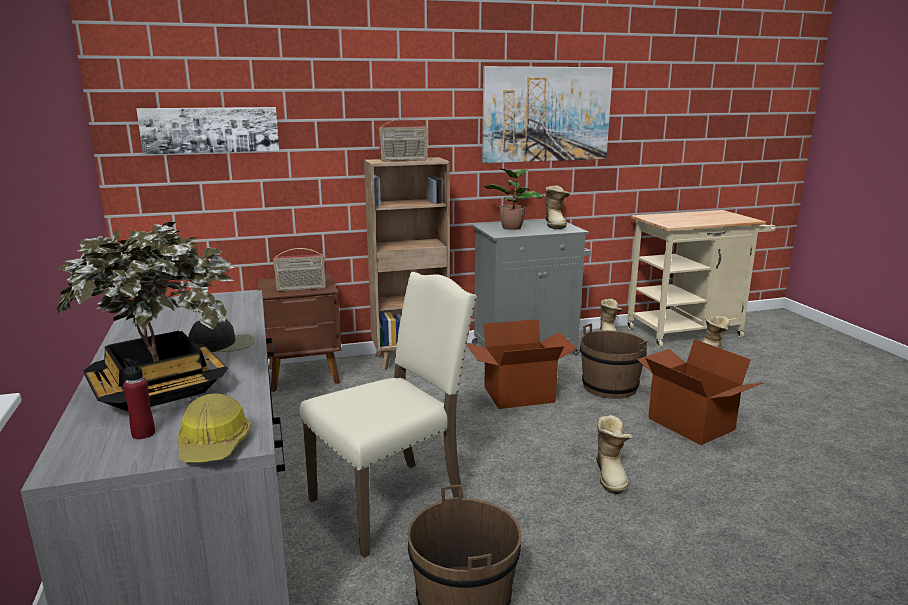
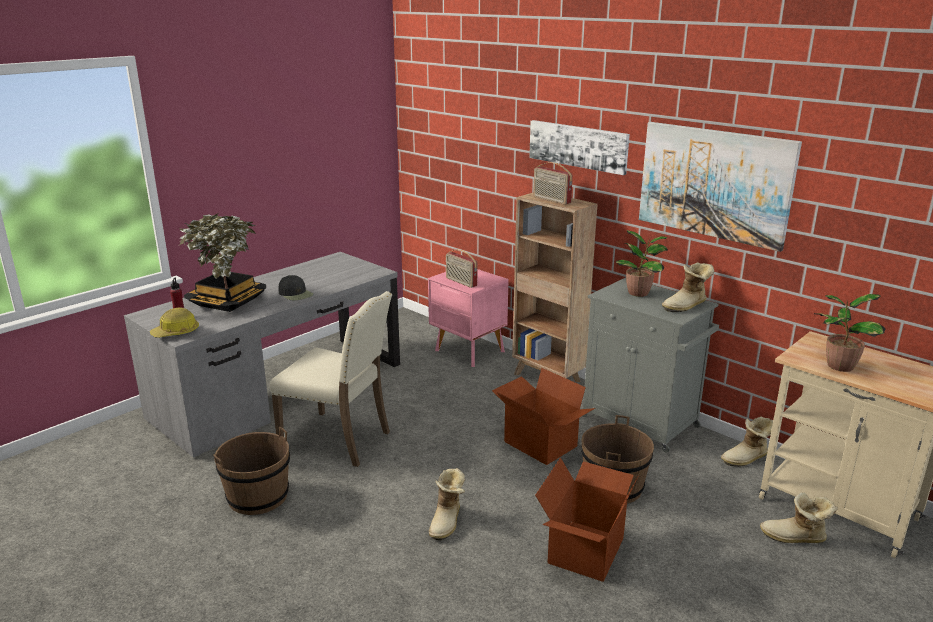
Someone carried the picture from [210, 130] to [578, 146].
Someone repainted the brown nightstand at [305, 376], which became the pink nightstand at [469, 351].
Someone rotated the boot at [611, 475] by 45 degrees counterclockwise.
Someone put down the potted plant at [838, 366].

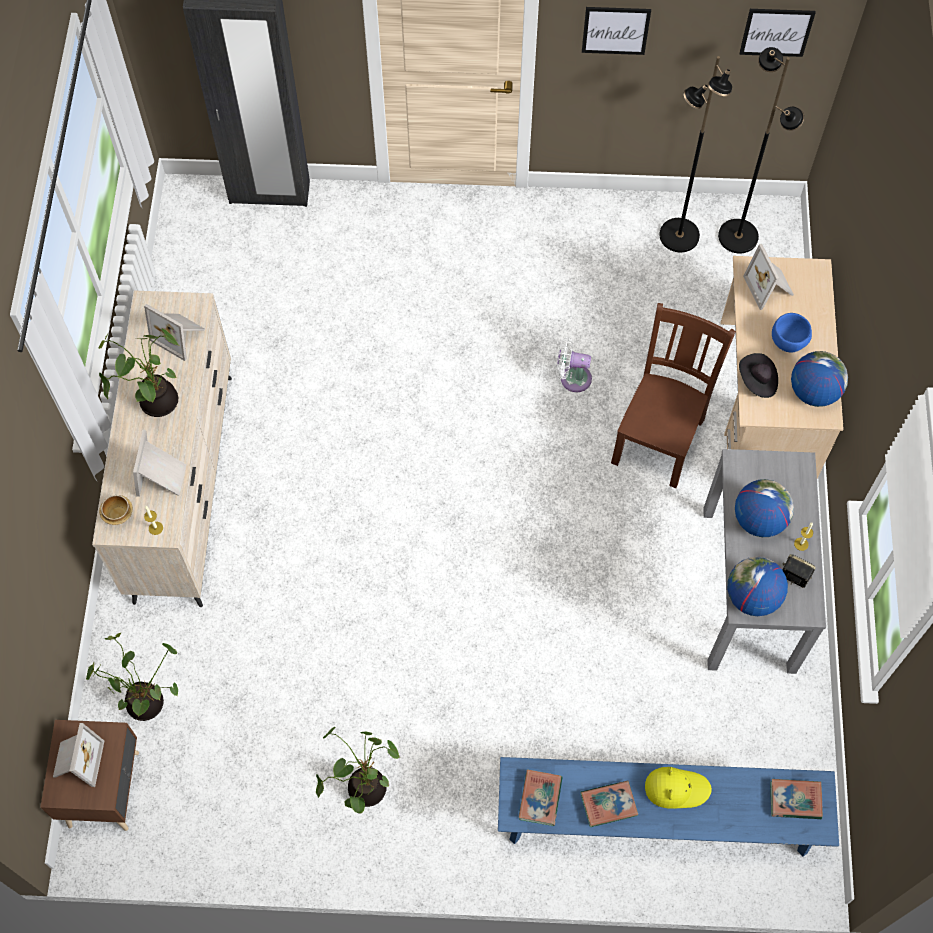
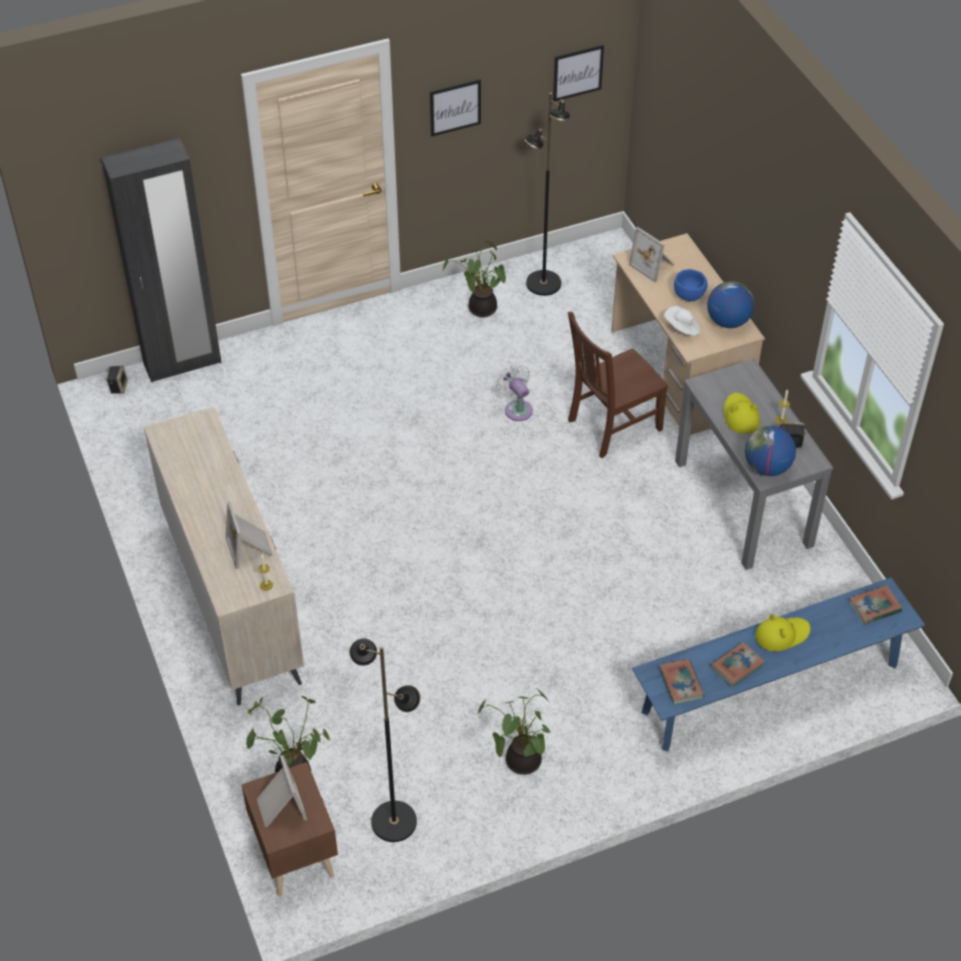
Someone carried the potted plant from [156, 401] to [480, 309].
Someone took away the bowl at [117, 514].
Someone took away the picture frame at [180, 335].
Someone rotated the white fan at [572, 378] by 75 degrees clockwise.
Someone rotated the brown chair at [659, 438] by 120 degrees counterclockwise.
Someone carried the black floor lamp from [738, 236] to [394, 821].
Someone swapped the globe at [758, 519] for the yellow hat at [740, 416].
Someone repainted the black hat at [757, 381], which became the white hat at [682, 329].
Someone put down the speaker at [118, 386].

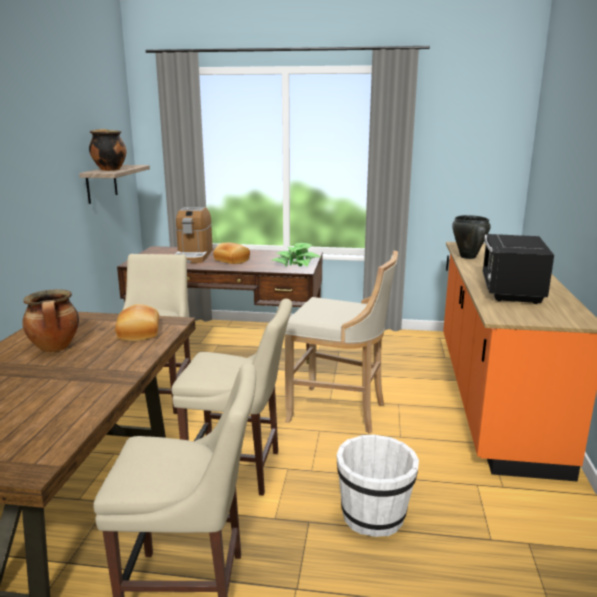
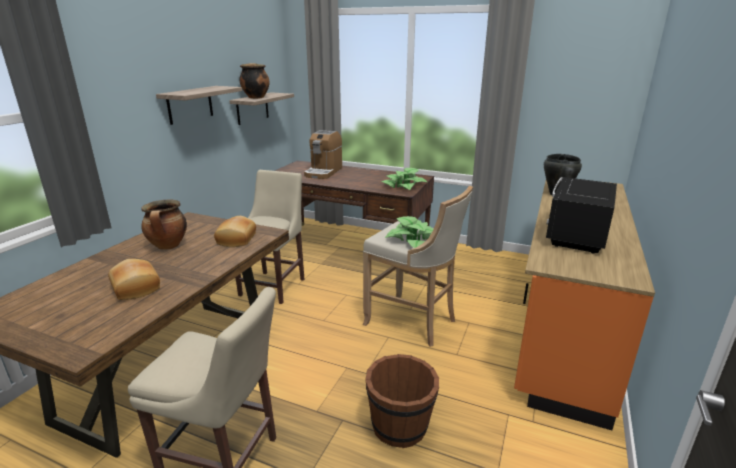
Someone took away the beige chair at [239, 469].
Someone carried the bread from [231, 260] to [134, 288].
Someone repainted the white bucket at [374, 516], which became the brown bucket at [400, 426].
Someone put up the shelf at [190, 104].
Someone put down the potted plant at [413, 239].

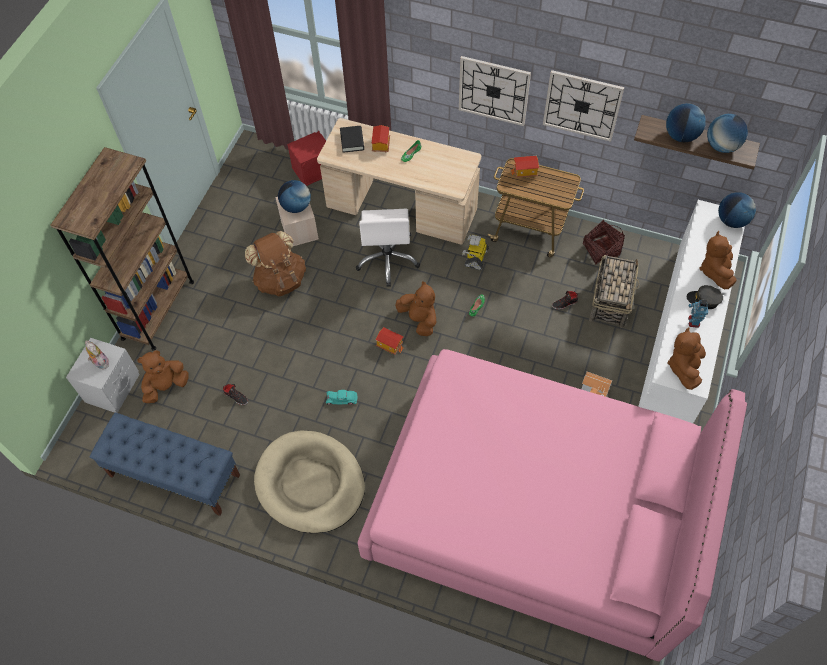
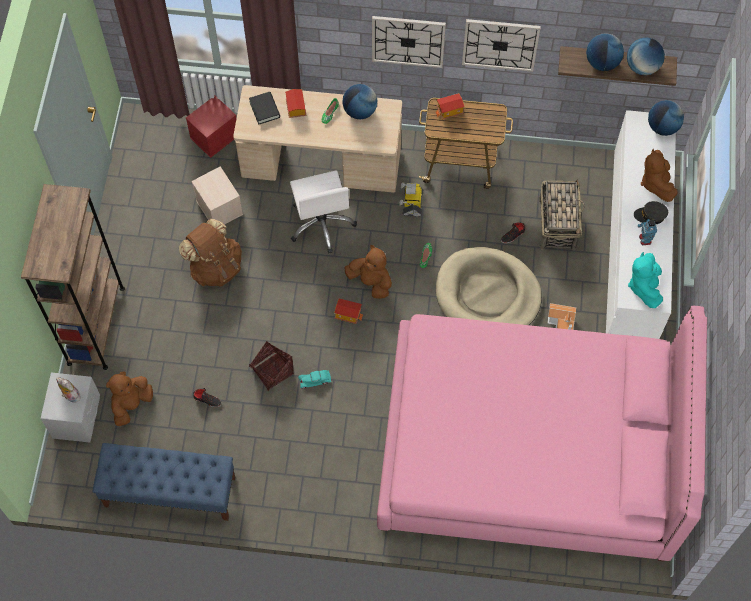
Someone carried the beige dog bed from [310, 483] to [487, 294].
Someone carried the globe from [296, 206] to [360, 111].
Someone carried the basket from [600, 250] to [272, 371].
Someone repainted the brown plush toy at [684, 367], which became the turquoise plush toy at [644, 286].

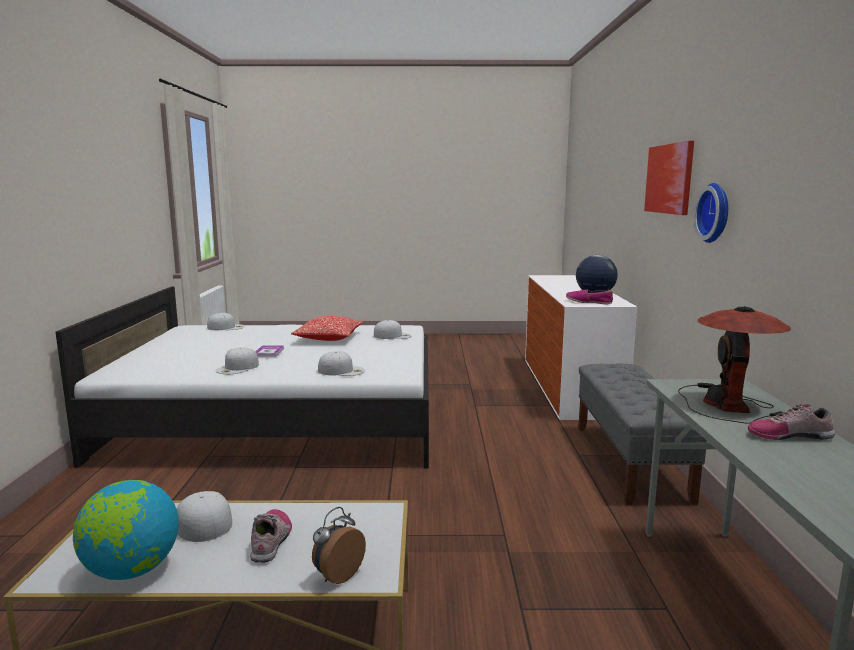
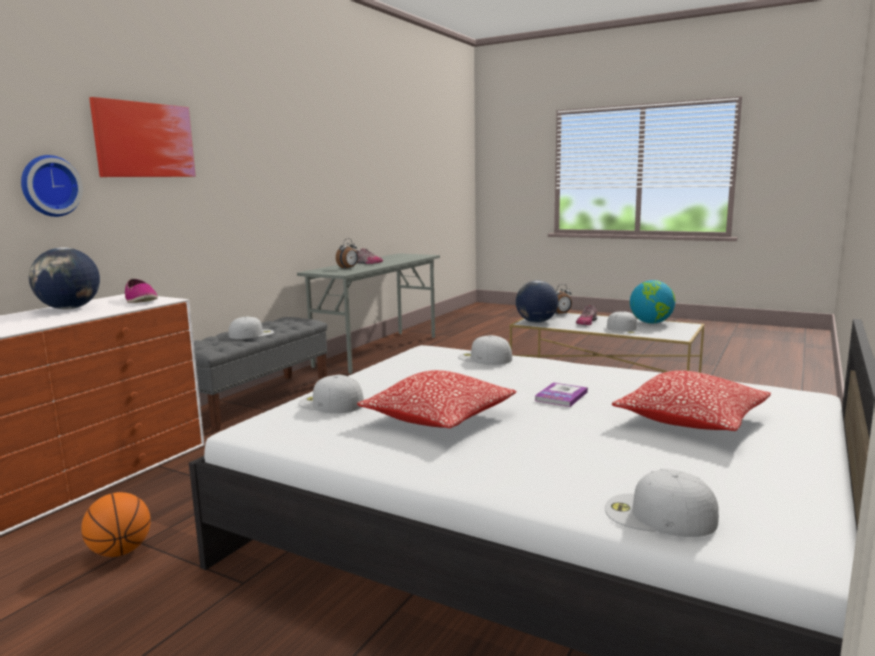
Someone carried the white cap from [238, 367] to [251, 334].
Someone swapped the table lamp at [727, 403] for the alarm clock at [348, 268].
Someone carried the wall clock from [716, 213] to [49, 186].
Someone put down the basketball at [120, 552].
Someone put down the globe at [536, 322].
Someone put down the pillow at [691, 420].

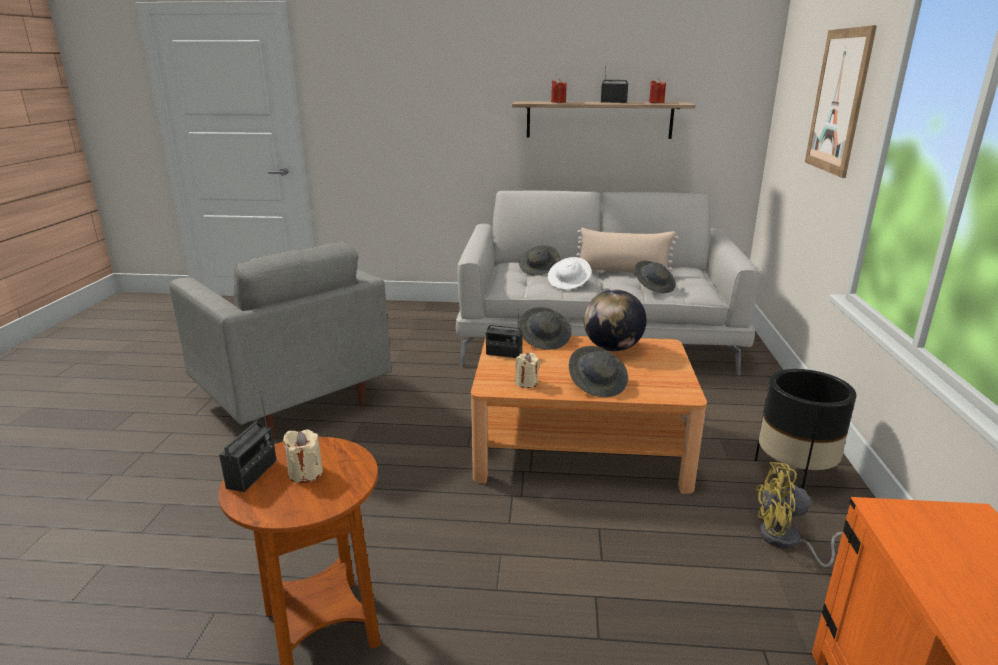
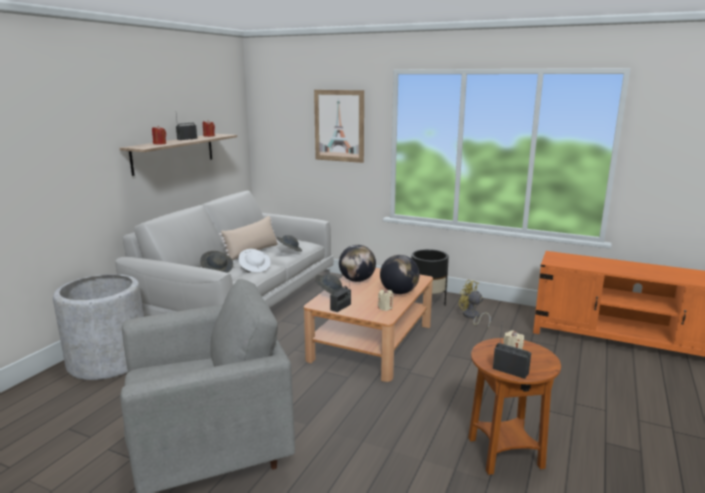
Someone swapped the grey hat at [597, 384] for the globe at [399, 292].
Someone rotated the yellow fan at [787, 542] by 105 degrees clockwise.
Someone put down the grey planter at [108, 360].

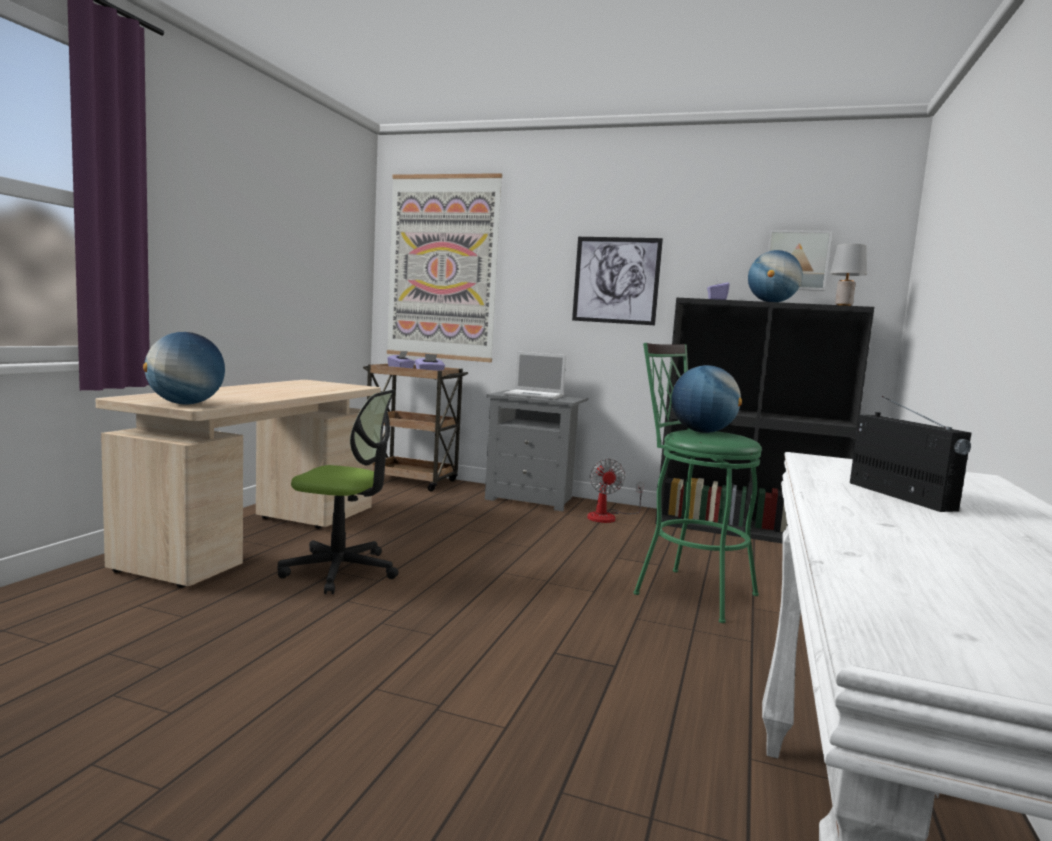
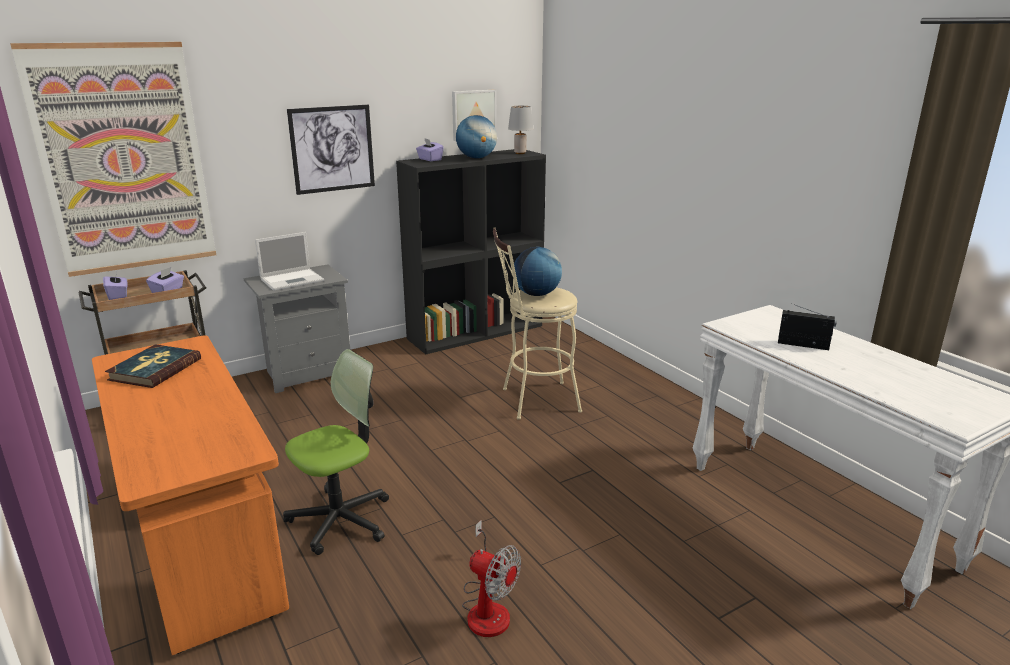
Someone repainted the beige desk at [260, 537], which became the orange desk at [200, 540].
Someone took away the globe at [186, 404].
Someone carried the fan from [608, 516] to [487, 608].
Someone repainted the green stool at [686, 591], which became the beige stool at [533, 400].
Someone put down the book at [155, 369].

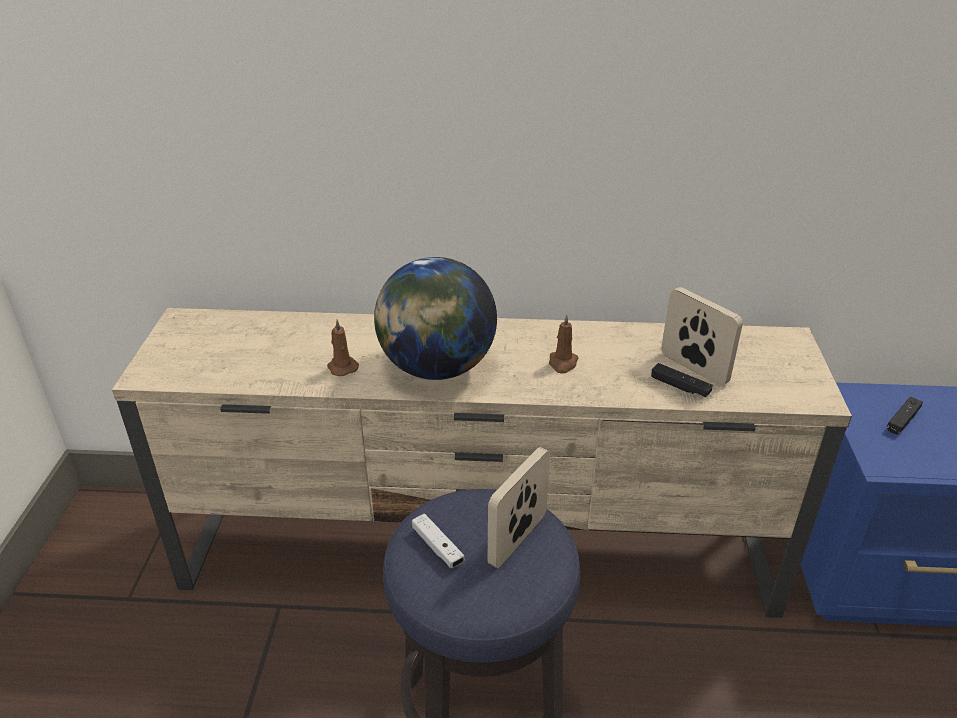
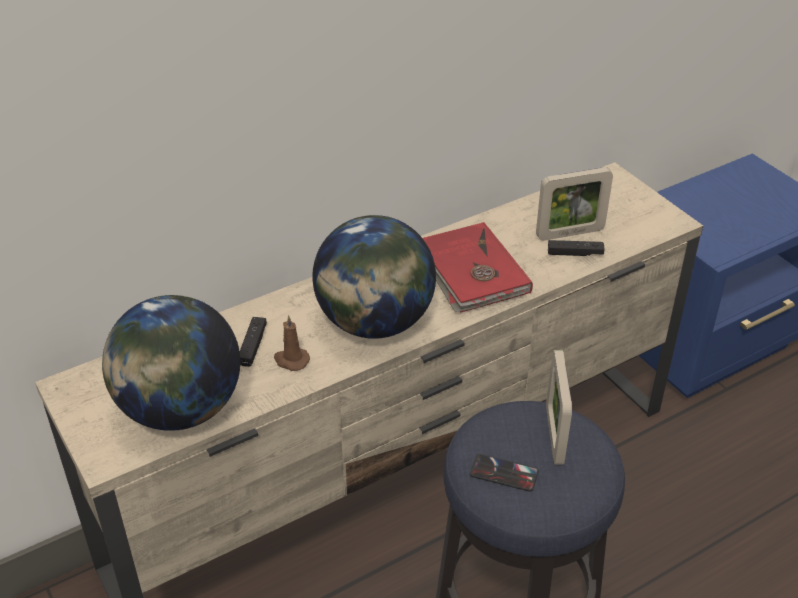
Someone swapped the white game controller at [437, 547] for the phone at [504, 473].
Someone swapped the brown candle at [562, 363] for the red book at [471, 272].
Someone rotated the picture frame at [693, 368] by 150 degrees clockwise.
Someone carried the black game controller from [902, 420] to [253, 346].
Someone put down the globe at [180, 409].

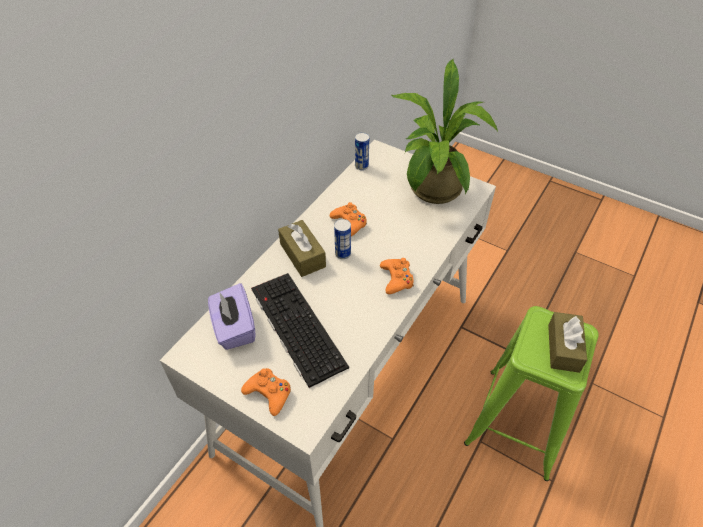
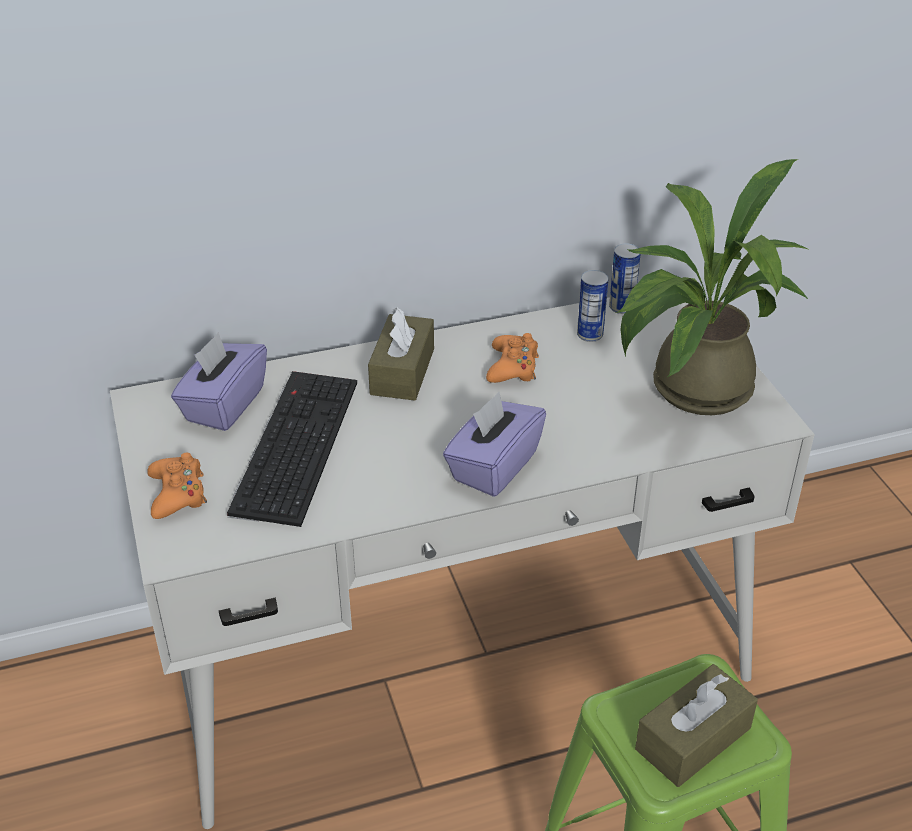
Someone carried the can from [343, 253] to [590, 335].
Someone swapped the orange game controller at [396, 279] for the purple tissue box at [493, 467].

